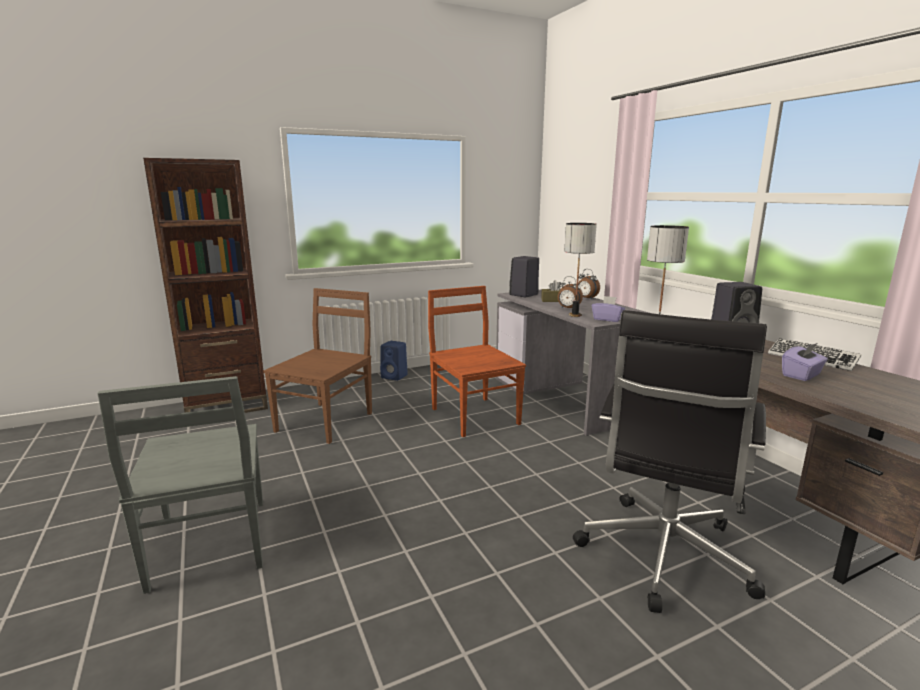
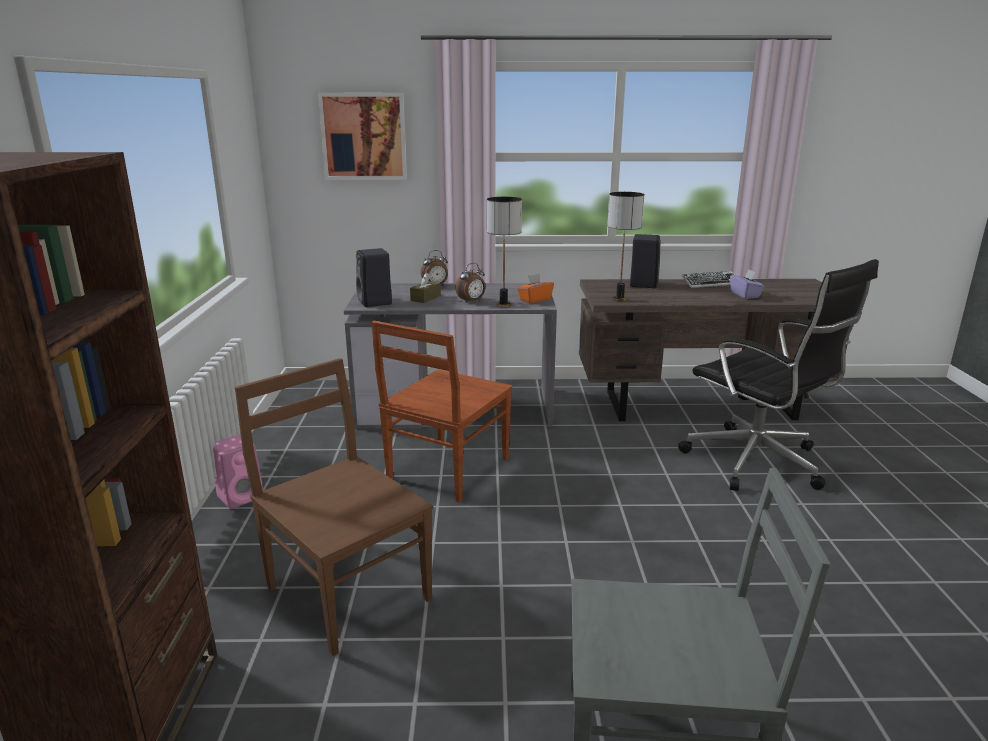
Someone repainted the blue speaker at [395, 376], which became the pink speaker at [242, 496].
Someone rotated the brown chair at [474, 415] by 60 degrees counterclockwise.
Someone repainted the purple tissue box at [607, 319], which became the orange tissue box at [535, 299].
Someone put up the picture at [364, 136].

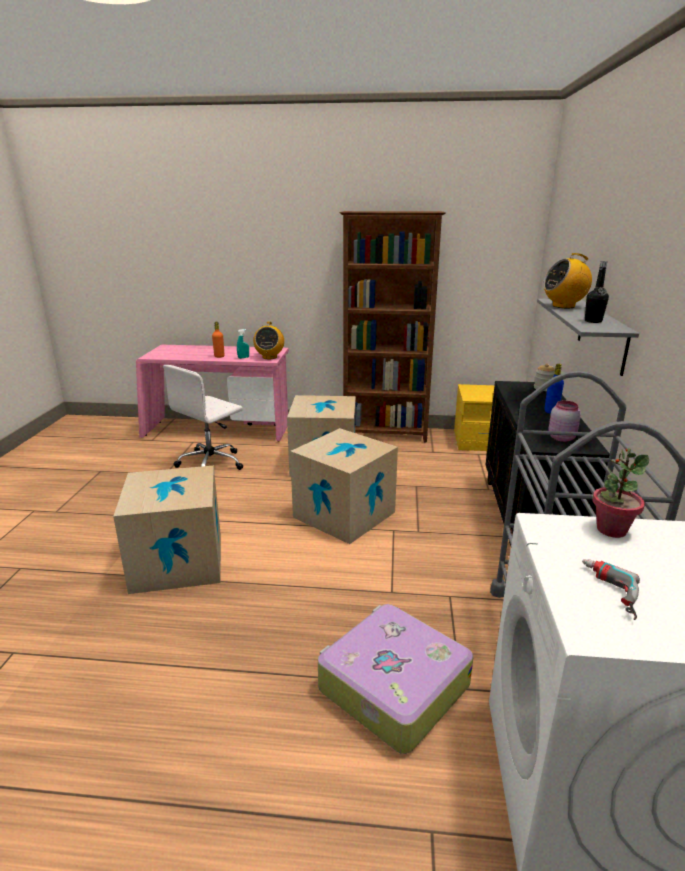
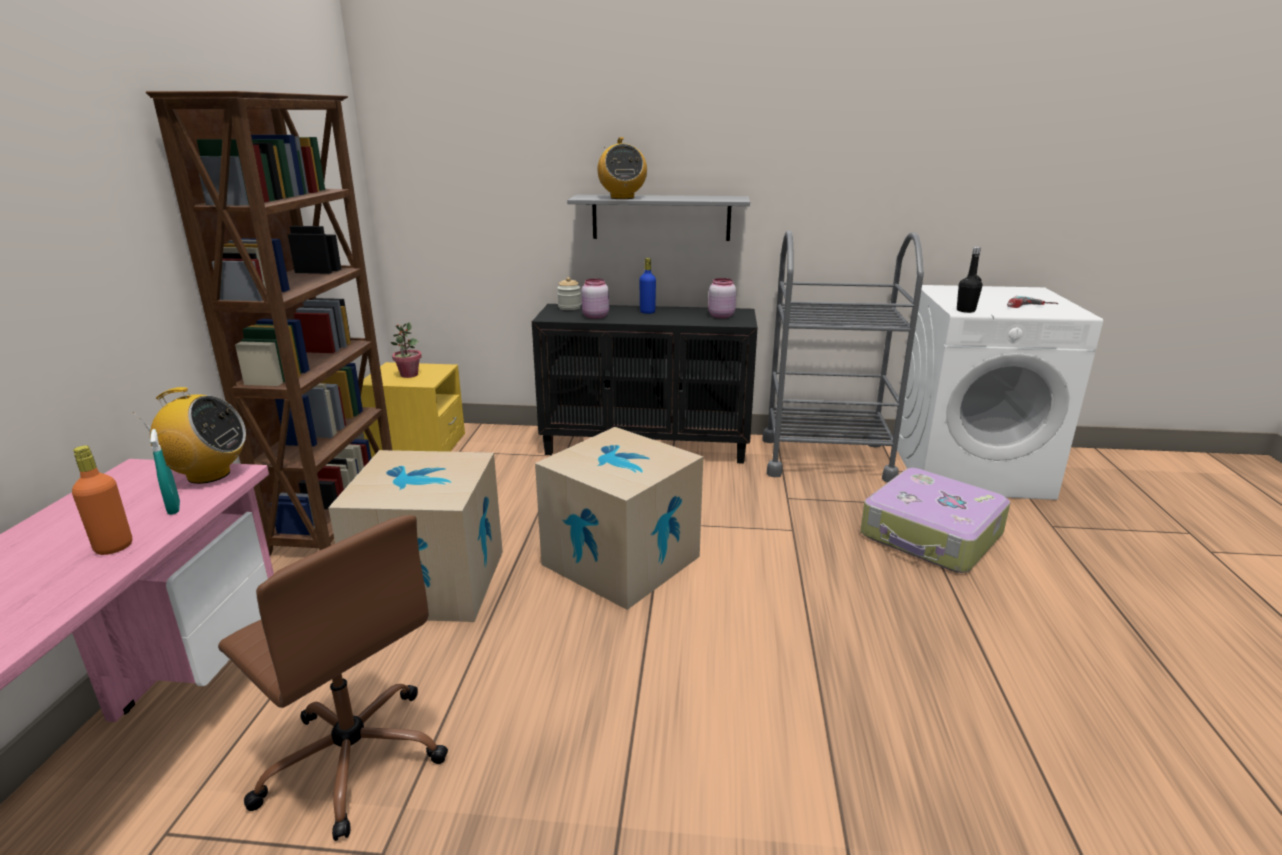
Someone took away the cardboard box at [178, 562].
Someone repainted the white office chair at [211, 463], which became the brown office chair at [352, 757].
Someone carried the black bottle from [593, 321] to [965, 310].
Someone carried the potted plant from [611, 529] to [409, 375].
Someone put down the pink jar at [594, 316].

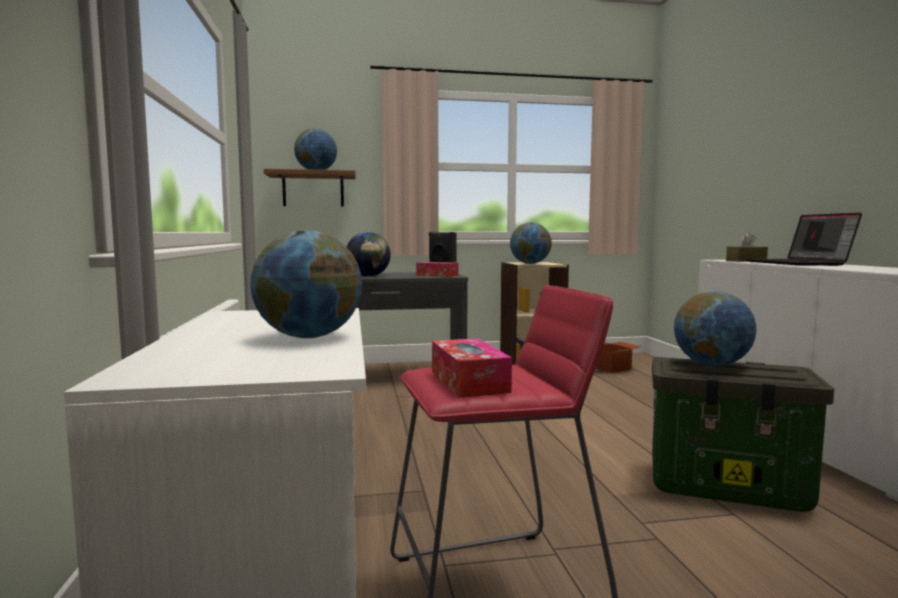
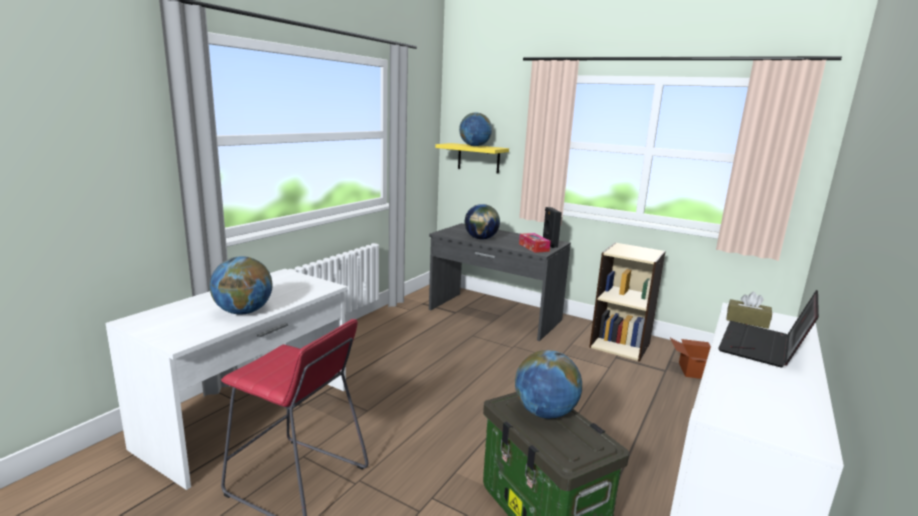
Someone repainted the brown shelf at [313, 190], which became the yellow shelf at [478, 158].
Someone took away the tissue box at [468, 381].
Someone took away the globe at [530, 263].

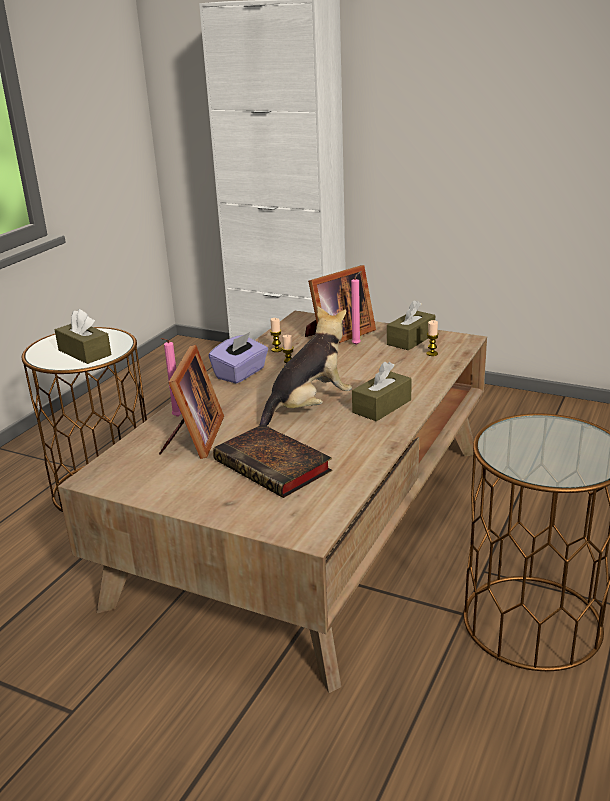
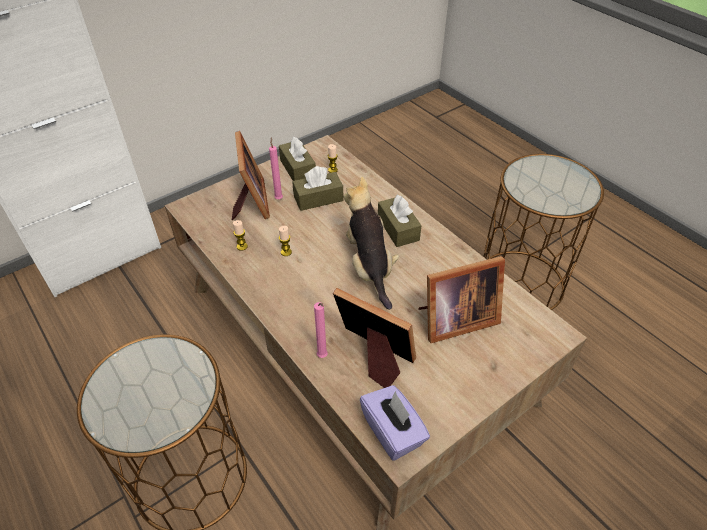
Someone carried the brown tissue box from [84, 352] to [318, 198].
Someone carried the purple tissue box from [241, 374] to [393, 432].
Someone swapped the book at [275, 467] for the picture frame at [454, 320].

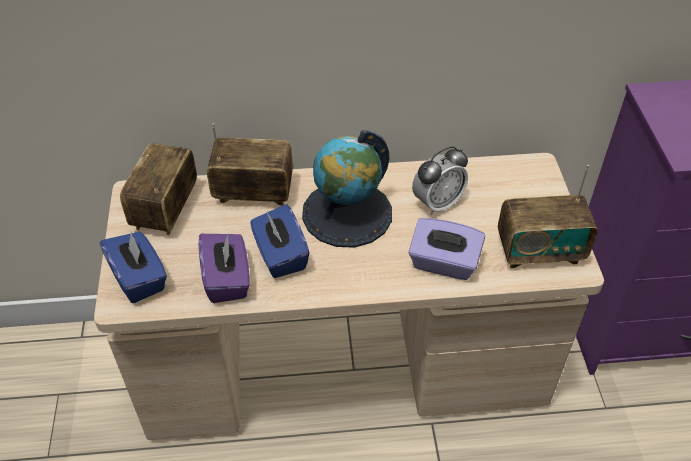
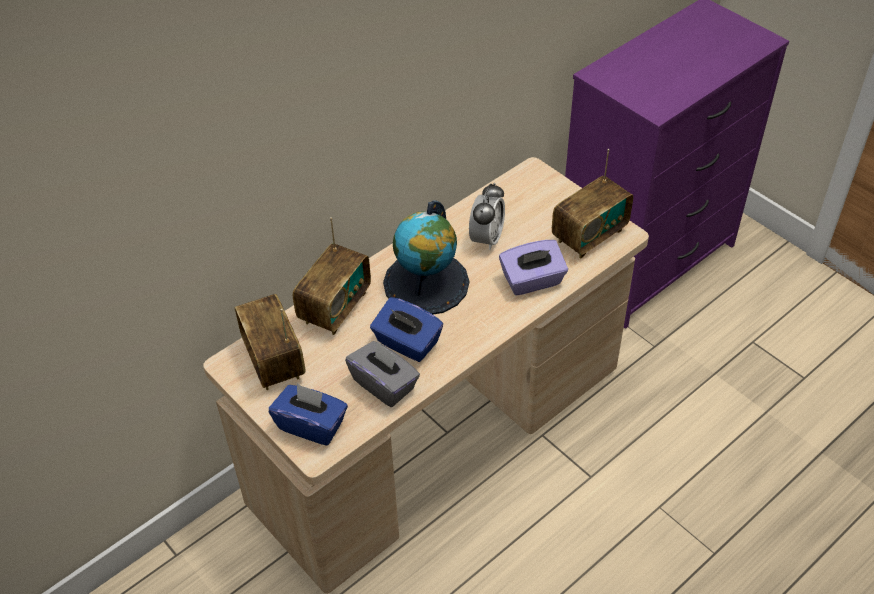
Someone repainted the purple tissue box at [227, 280], which became the grey tissue box at [384, 384].
Someone rotated the radio at [253, 193] by 150 degrees clockwise.

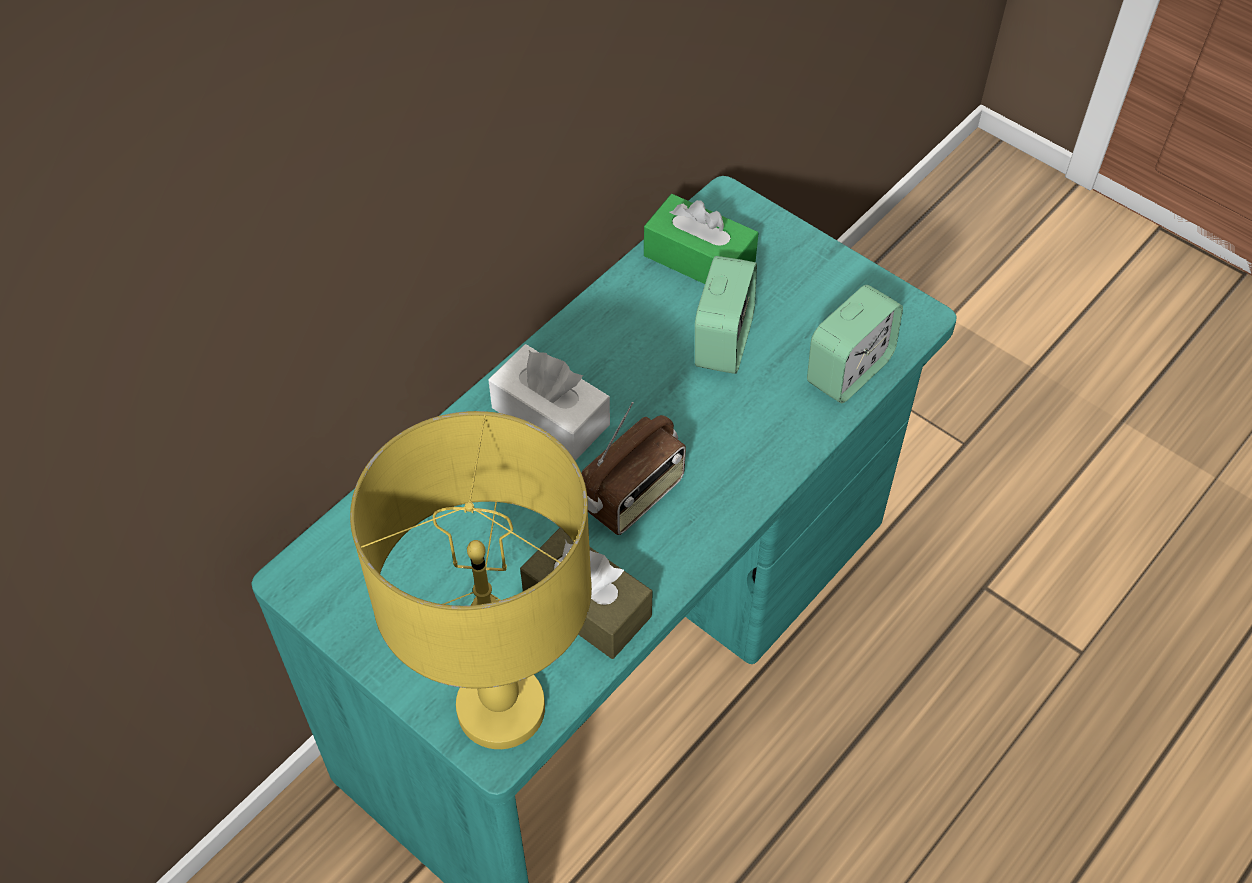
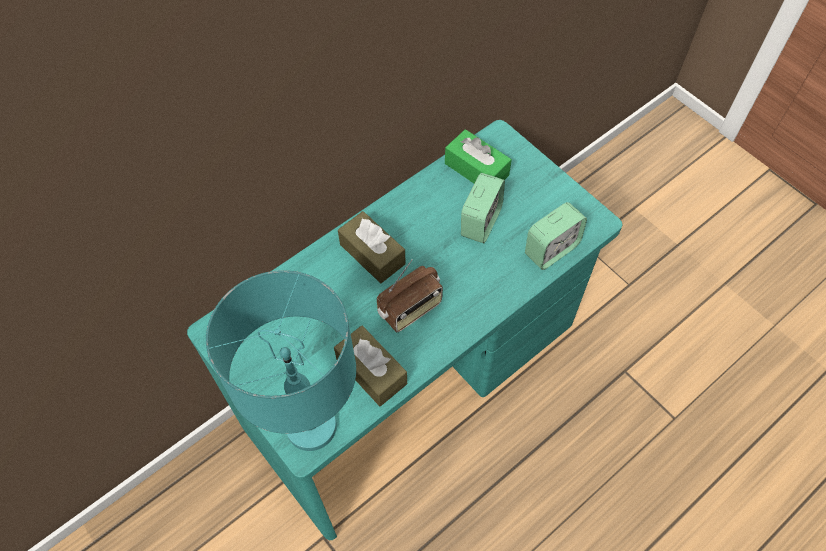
Someone repainted the yellow table lamp at [499, 709], which became the turquoise table lamp at [310, 426].
Someone repainted the white tissue box at [550, 416], which became the brown tissue box at [372, 254].

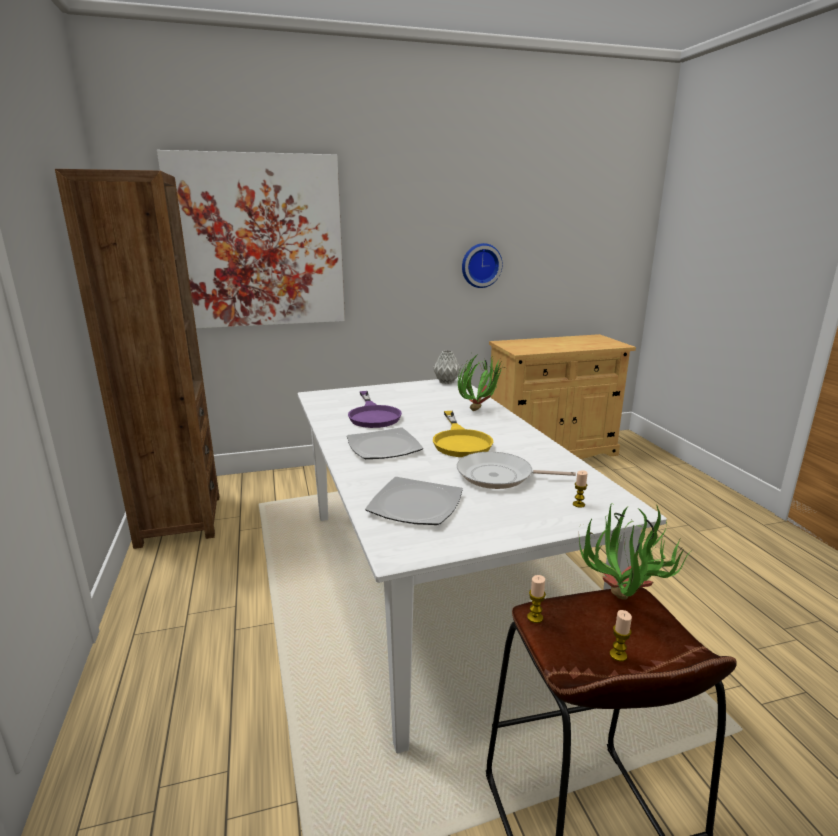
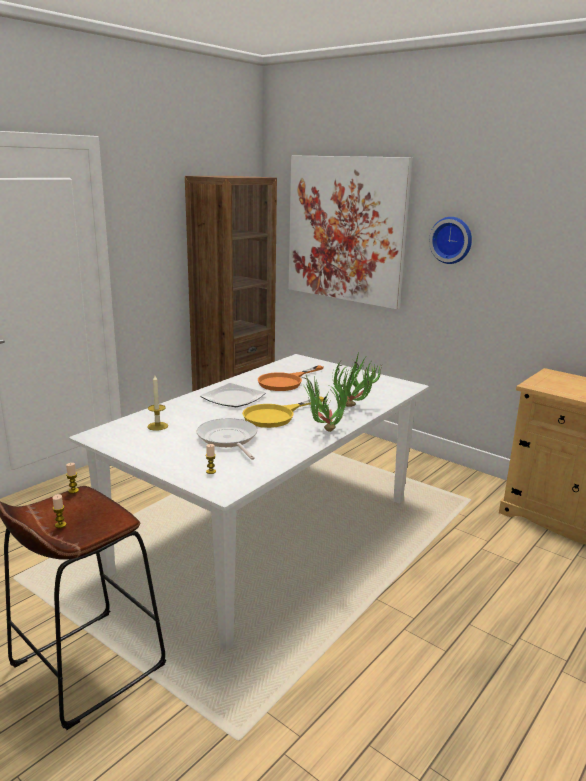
Someone repainted the purple frying pan at [373, 415], which became the orange frying pan at [285, 382].
Someone swapped the plate at [416, 504] for the candle at [157, 426].
Someone took away the grey vase at [446, 382].
Someone carried the wall clock from [480, 265] to [452, 240].
Someone carried the potted plant from [621, 605] to [323, 432].

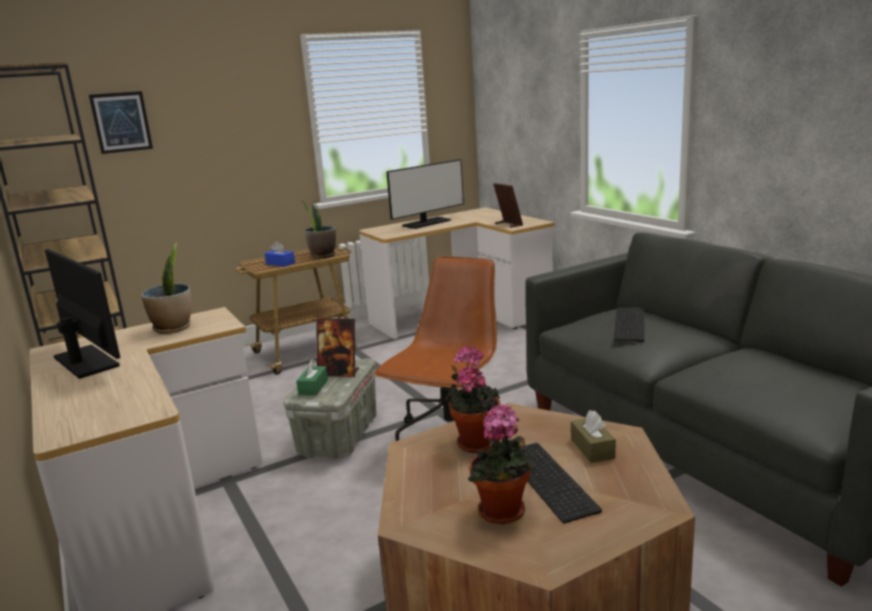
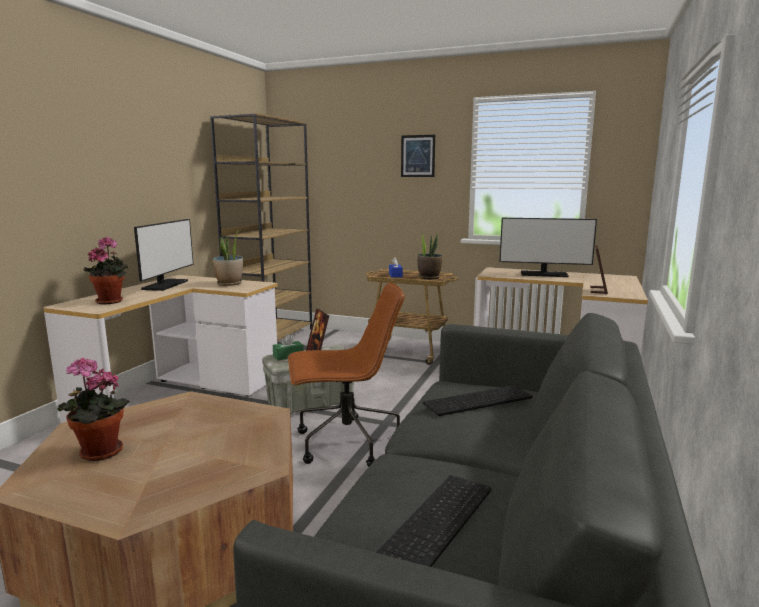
Someone carried the picture from [121, 122] to [418, 156].
Someone carried the potted plant from [474, 442] to [111, 301].
Someone carried the keyboard from [552, 480] to [438, 524].
Someone took away the brown tissue box at [592, 448].

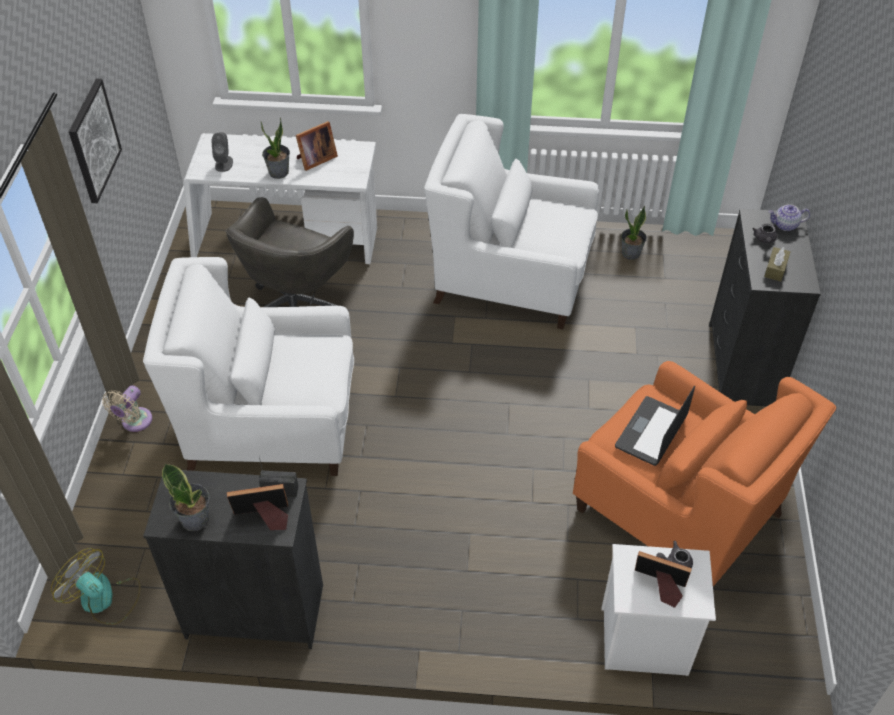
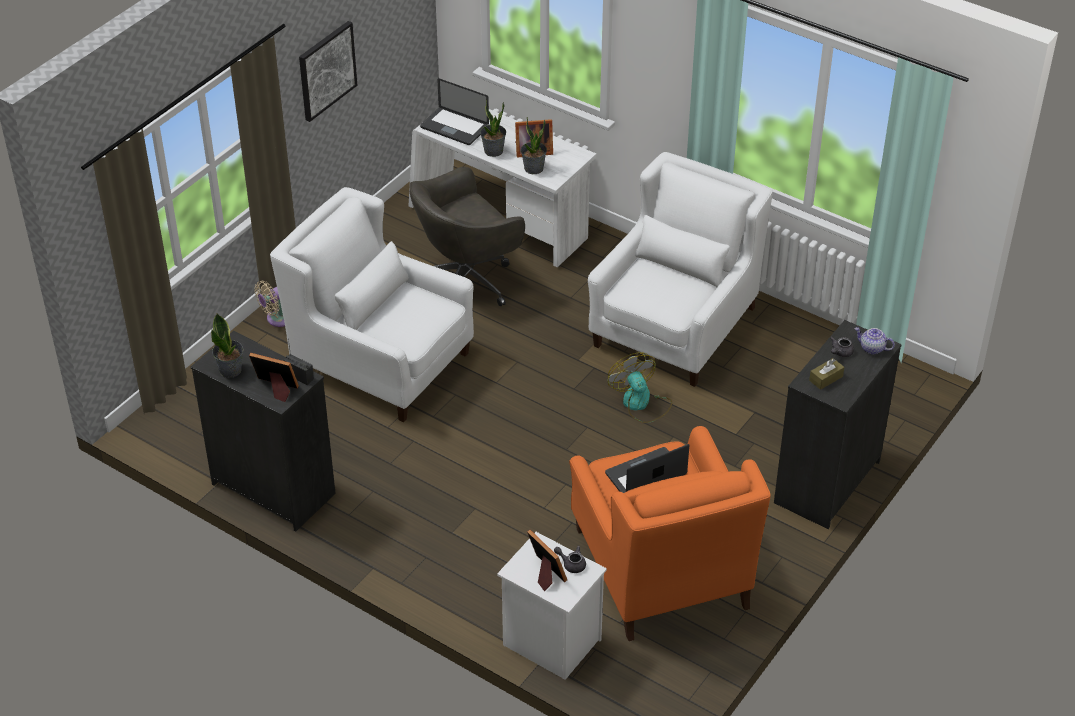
Someone carried the fan from [104, 600] to [641, 404].
Someone swapped the grey speaker at [224, 163] for the laptop at [454, 127].
Someone rotated the white armchair at [511, 278] by 75 degrees clockwise.
Someone carried the potted plant from [631, 253] to [533, 168].

